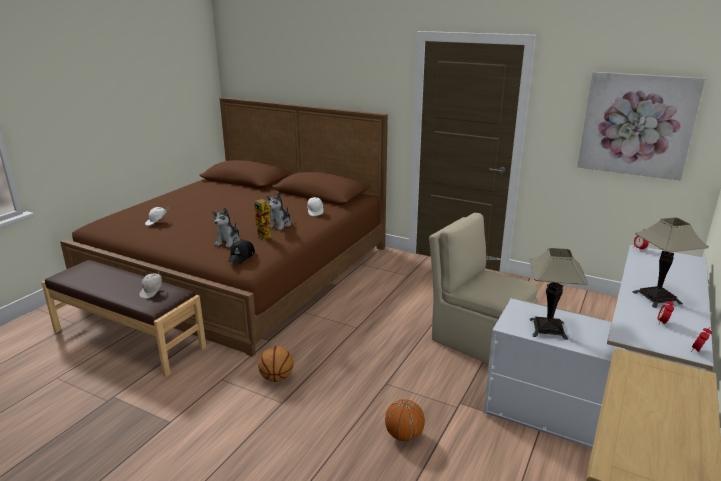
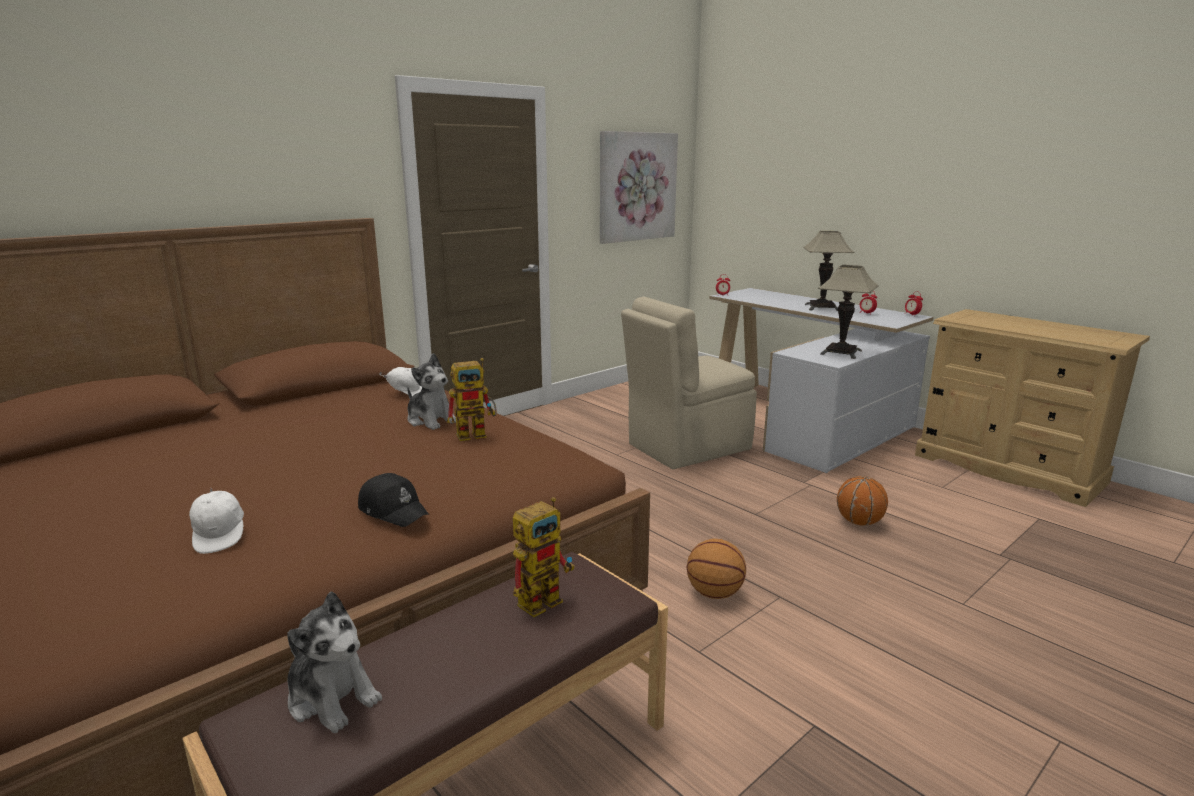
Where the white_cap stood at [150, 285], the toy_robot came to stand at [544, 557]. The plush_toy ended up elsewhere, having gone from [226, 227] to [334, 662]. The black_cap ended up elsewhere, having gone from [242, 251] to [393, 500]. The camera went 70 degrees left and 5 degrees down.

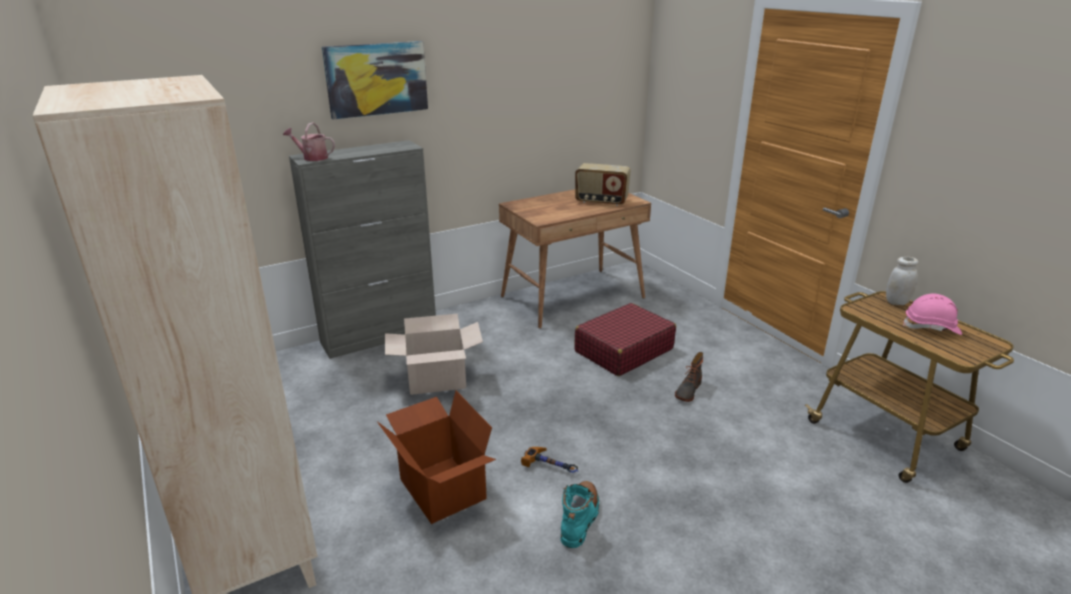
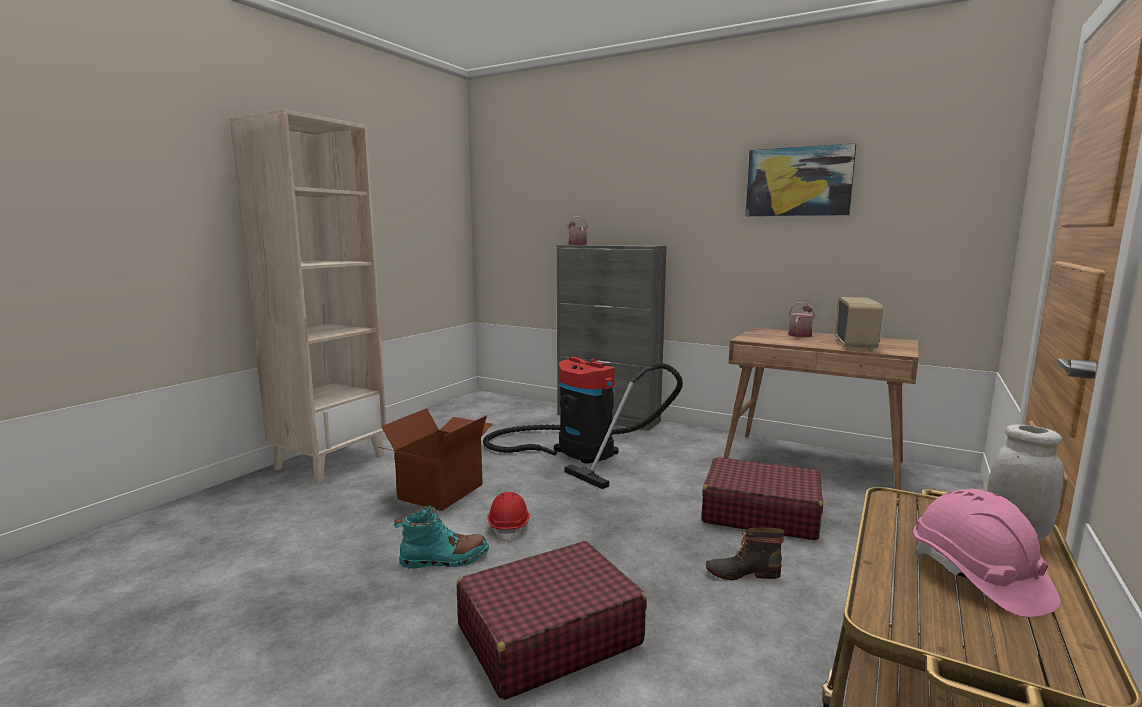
The picture ended up elsewhere, having gone from [375, 80] to [801, 179]. Where the cardboard_box stood at [434, 354], the vacuum_cleaner came to stand at [583, 423]. Where the hammer stood at [550, 460], the red_hard_hat came to stand at [509, 516]. The radio at [603, 184] ended up facing another way, 150 degrees counterclockwise from before. The second view gained the red_suitcase at [552, 620]. The second view gained the watering_can at [801, 319]. The camera went 60 degrees right and 15 degrees down.

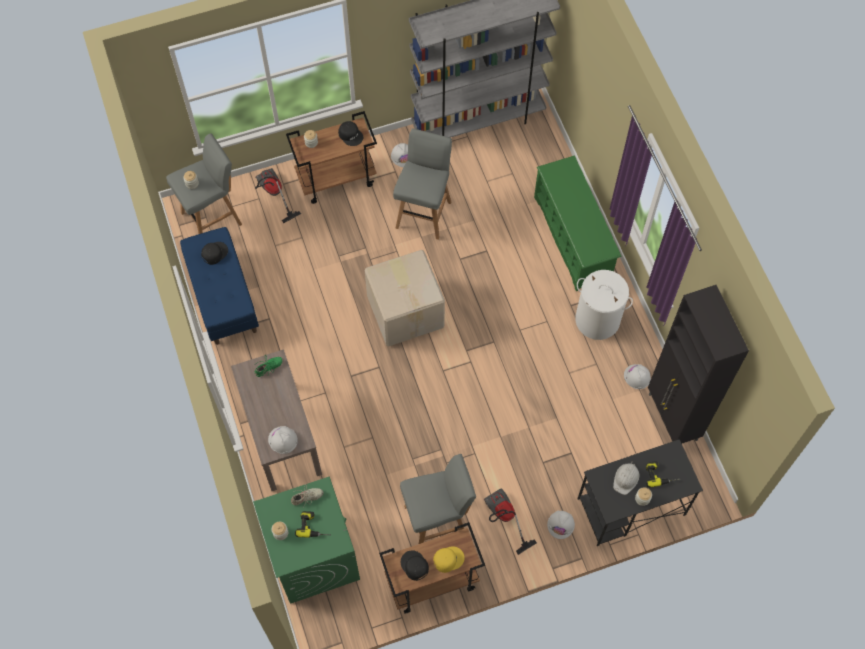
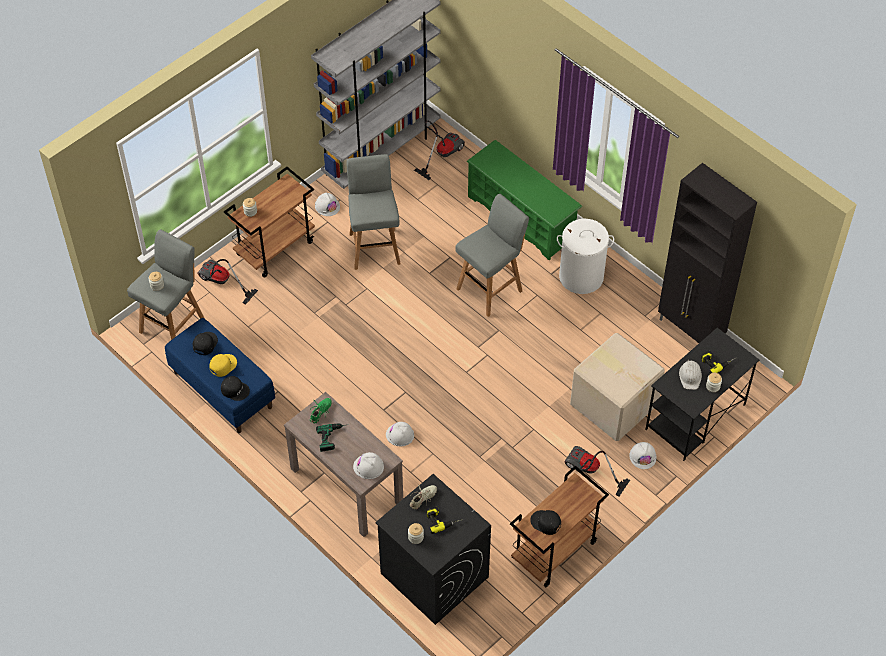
What was the green_washing_machine at [306, 540] turned into the black_washing_machine at [433, 549]. The black_cap ended up elsewhere, having gone from [350, 133] to [235, 388]. The cardboard_box ended up elsewhere, having gone from [405, 298] to [617, 387]. The grey_stool ended up elsewhere, having gone from [438, 499] to [492, 255]. The yellow_cap ended up elsewhere, having gone from [449, 559] to [223, 365]. The white_hard_hat ended up elsewhere, having gone from [637, 376] to [400, 434]. The second view gained the power_drill at [330, 437]. The second view gained the vacuum_cleaner at [439, 150]. The camera went 25 degrees left and 10 degrees down.

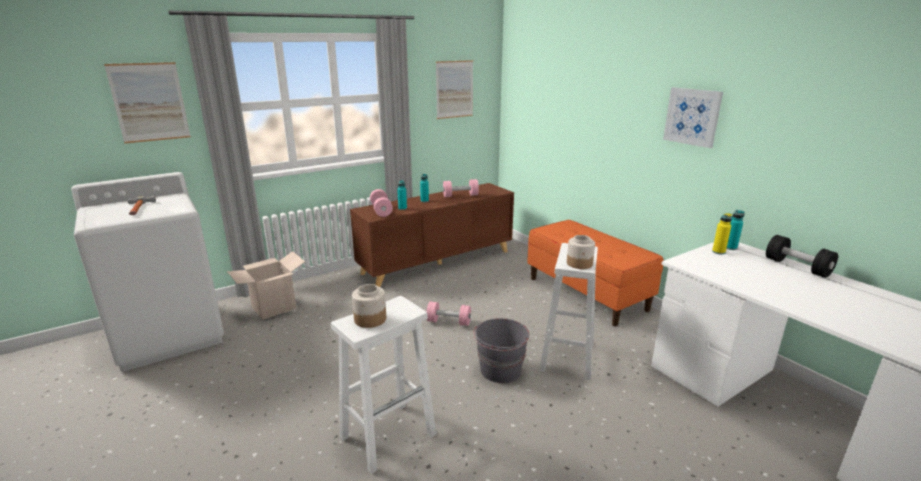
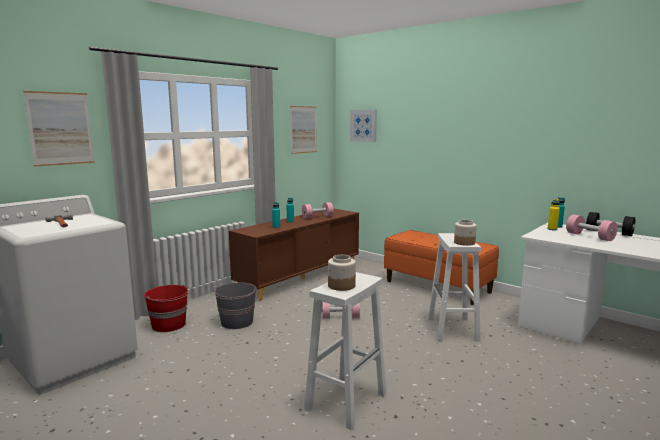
Where the cardboard_box stood at [266, 285], the red_bucket came to stand at [167, 308]. The pink_dumbbell ended up elsewhere, having gone from [381, 203] to [592, 227]. The grey_bucket ended up elsewhere, having gone from [501, 350] to [234, 305]. The picture ended up elsewhere, having gone from [693, 117] to [363, 126]. The camera went 15 degrees left and 10 degrees down.

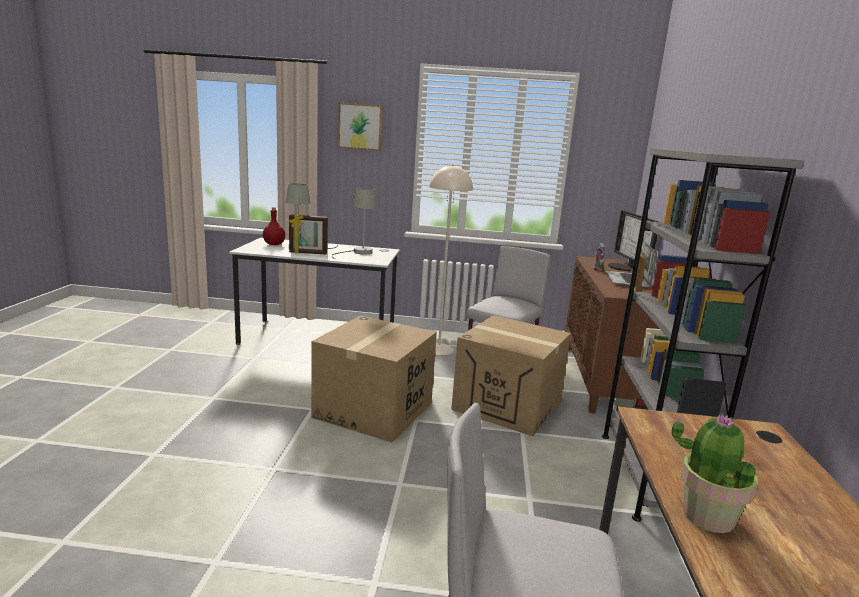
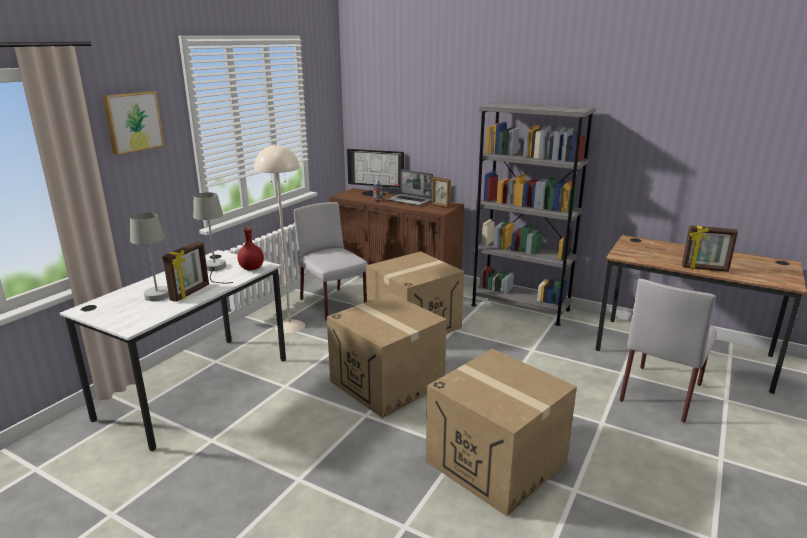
The red_bottle ended up elsewhere, having gone from [274, 226] to [250, 248]. Where the potted_plant stood at [714, 473], the picture_frame came to stand at [710, 249]. The second view gained the cardboard_box at [501, 432]. The camera went 65 degrees left and 5 degrees up.

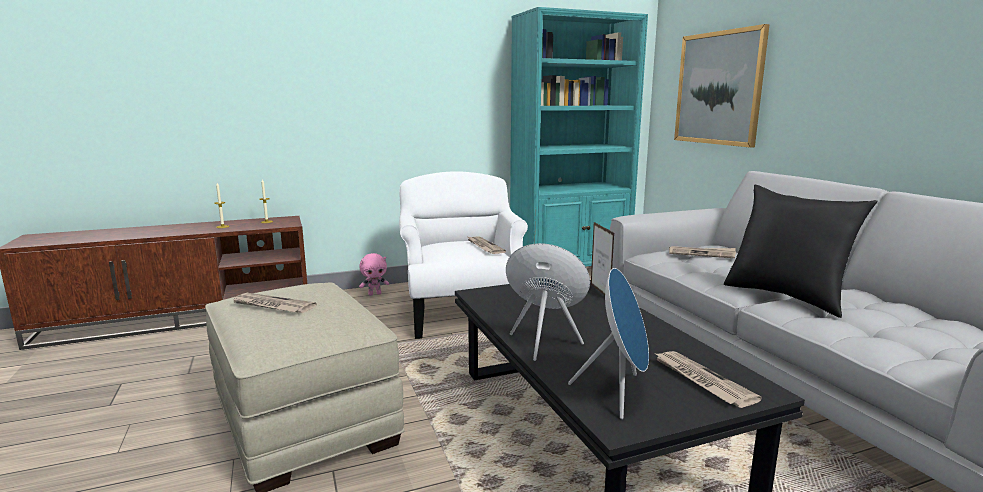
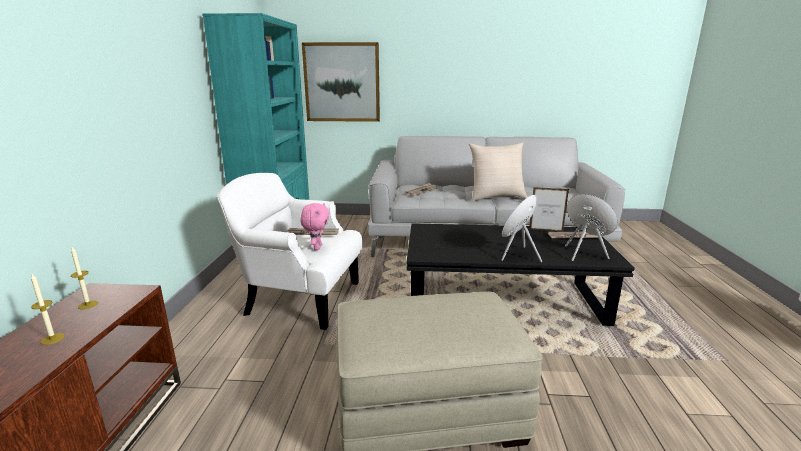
The second view lost the newspaper at [274, 303]. The pink_plush_toy ended up elsewhere, having gone from [374, 274] to [315, 226]. The picture_frame ended up elsewhere, having gone from [602, 259] to [549, 209]. What was the black_pillow at [800, 251] turned into the beige_pillow at [498, 171]. The camera went 65 degrees left and 5 degrees up.

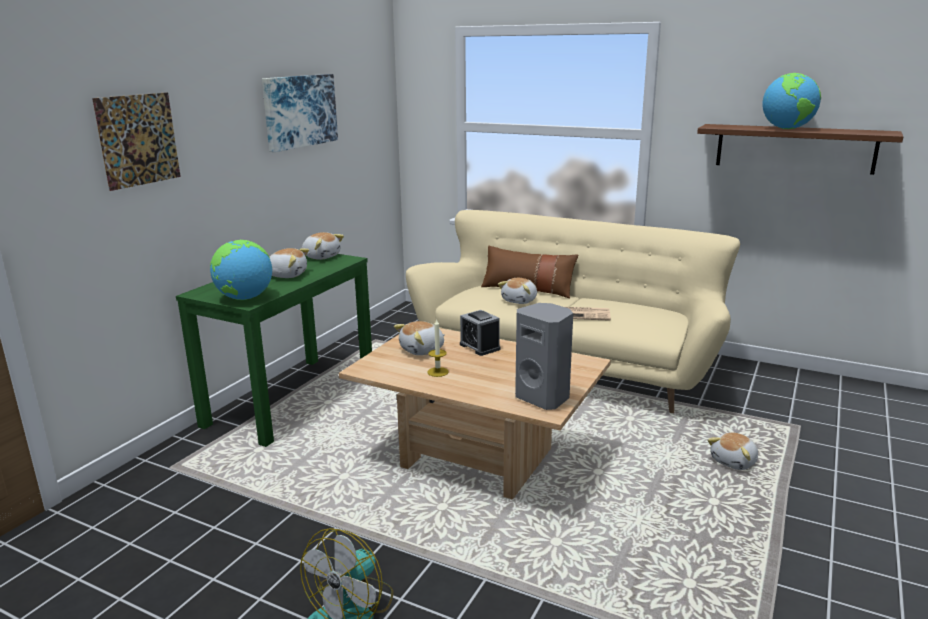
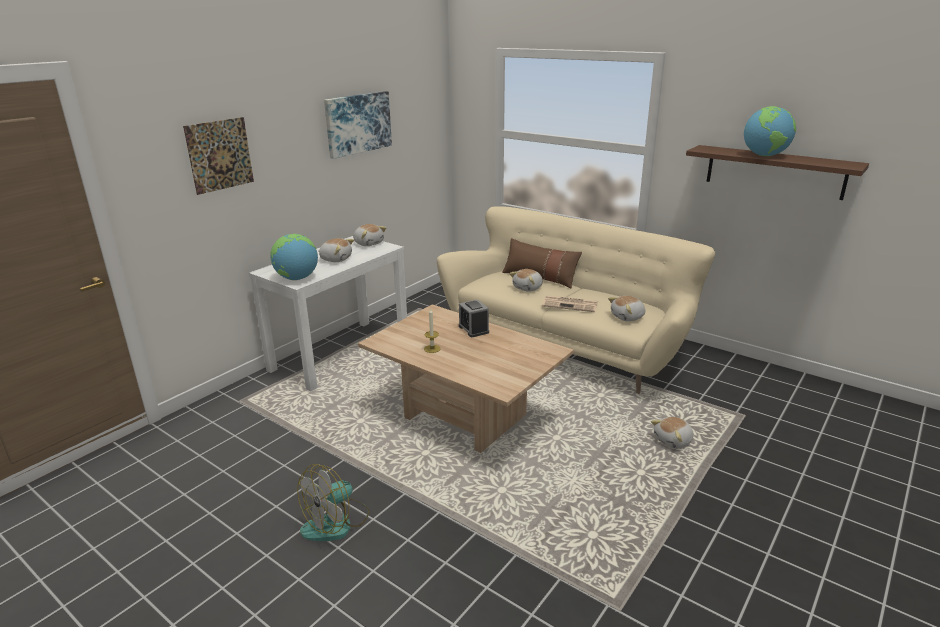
What was the green_console_table at [274, 350] turned into the white_console_table at [328, 314]. The plush_toy ended up elsewhere, having gone from [419, 338] to [626, 309]. The second view lost the grey_speaker at [544, 356]. The camera went 10 degrees right and 5 degrees up.

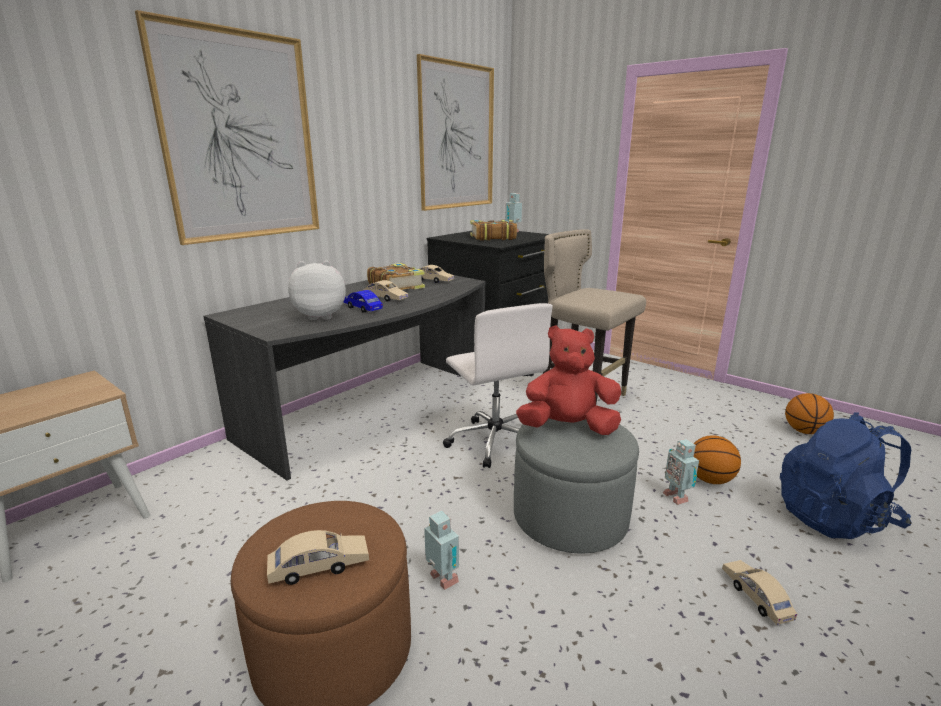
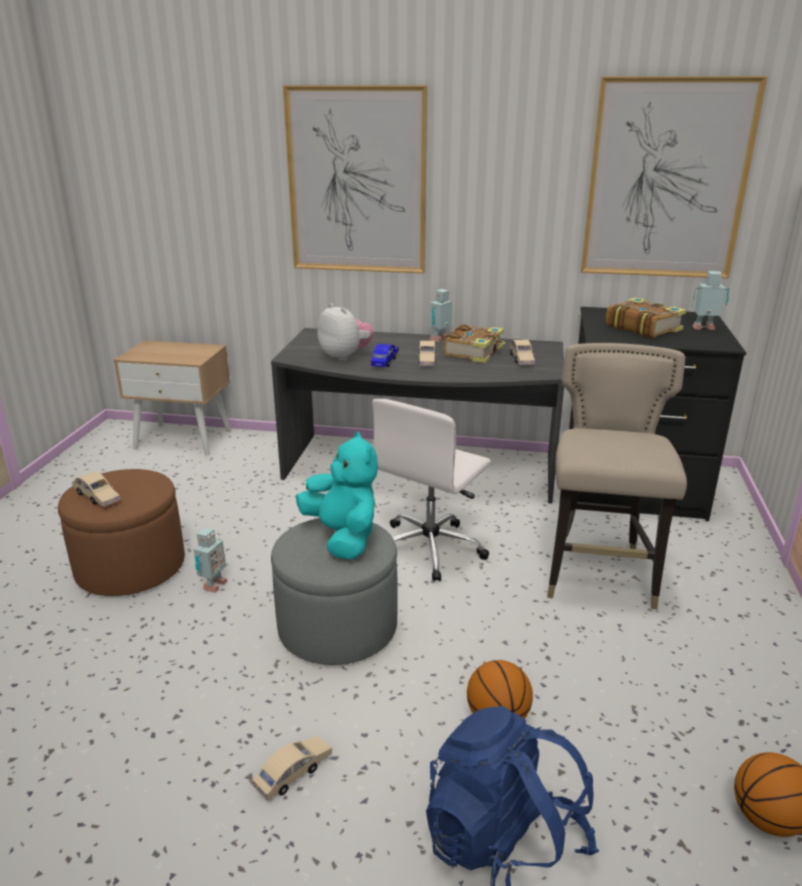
What was the red_plush_toy at [568, 380] turned into the turquoise_plush_toy at [337, 495]. The toy_robot ended up elsewhere, having gone from [681, 472] to [441, 315]. The camera went 60 degrees right and 5 degrees up.

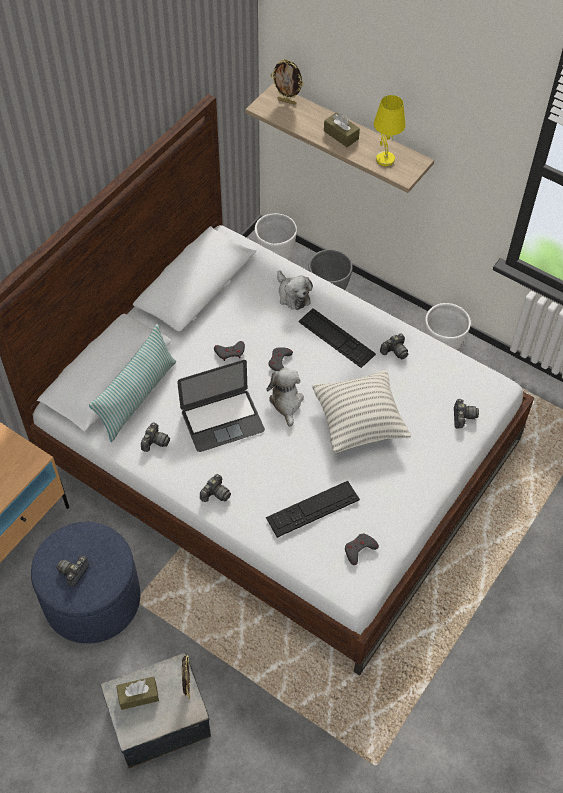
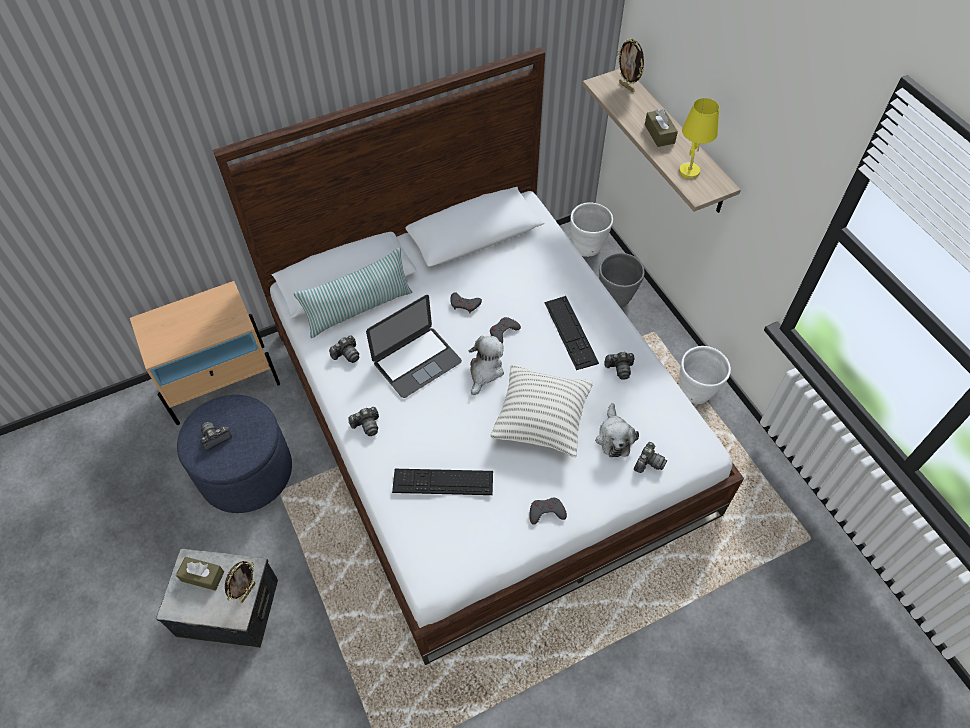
The laptop at [221, 406] ended up facing another way, 45 degrees counterclockwise from before. The plush_toy ended up elsewhere, having gone from [295, 290] to [617, 430]. The grey_game_controller ended up elsewhere, having gone from [362, 549] to [548, 511]. The camera went 30 degrees right and 0 degrees up.

